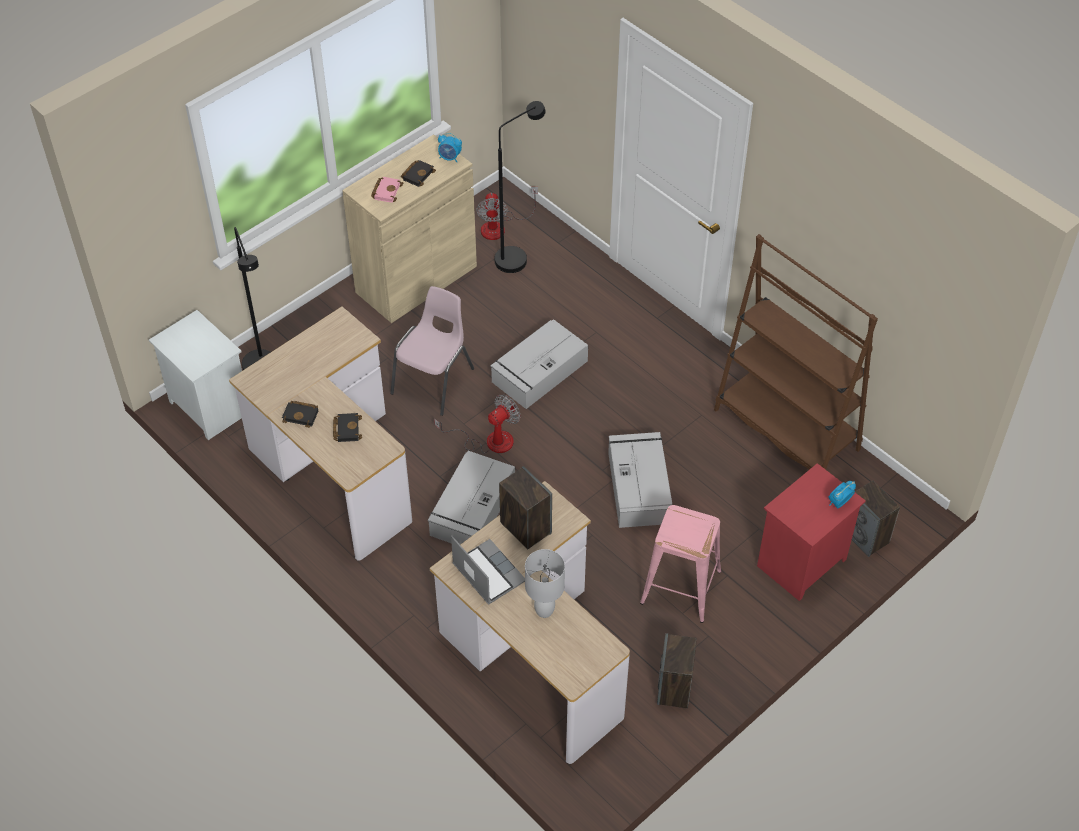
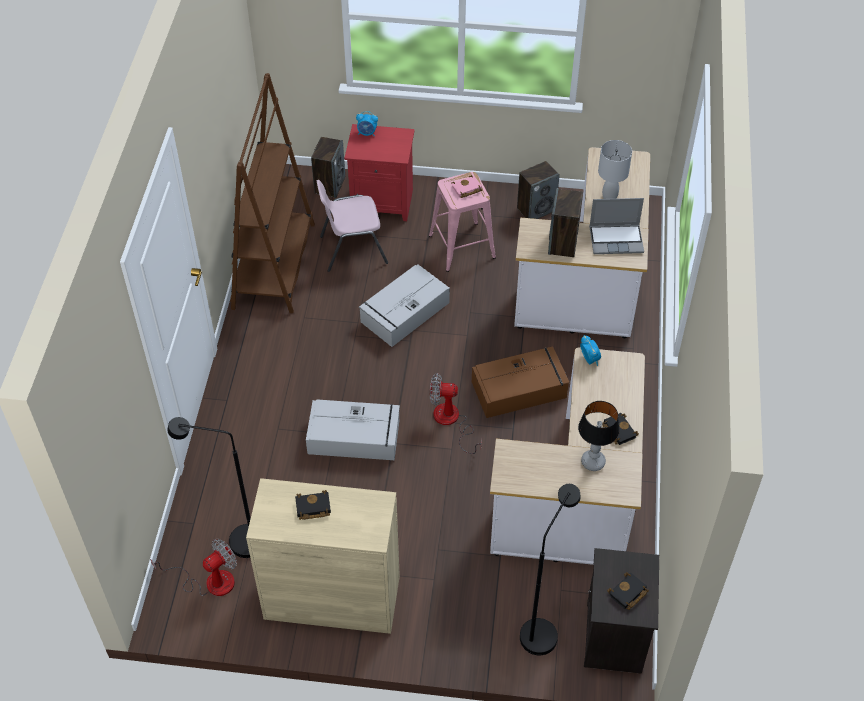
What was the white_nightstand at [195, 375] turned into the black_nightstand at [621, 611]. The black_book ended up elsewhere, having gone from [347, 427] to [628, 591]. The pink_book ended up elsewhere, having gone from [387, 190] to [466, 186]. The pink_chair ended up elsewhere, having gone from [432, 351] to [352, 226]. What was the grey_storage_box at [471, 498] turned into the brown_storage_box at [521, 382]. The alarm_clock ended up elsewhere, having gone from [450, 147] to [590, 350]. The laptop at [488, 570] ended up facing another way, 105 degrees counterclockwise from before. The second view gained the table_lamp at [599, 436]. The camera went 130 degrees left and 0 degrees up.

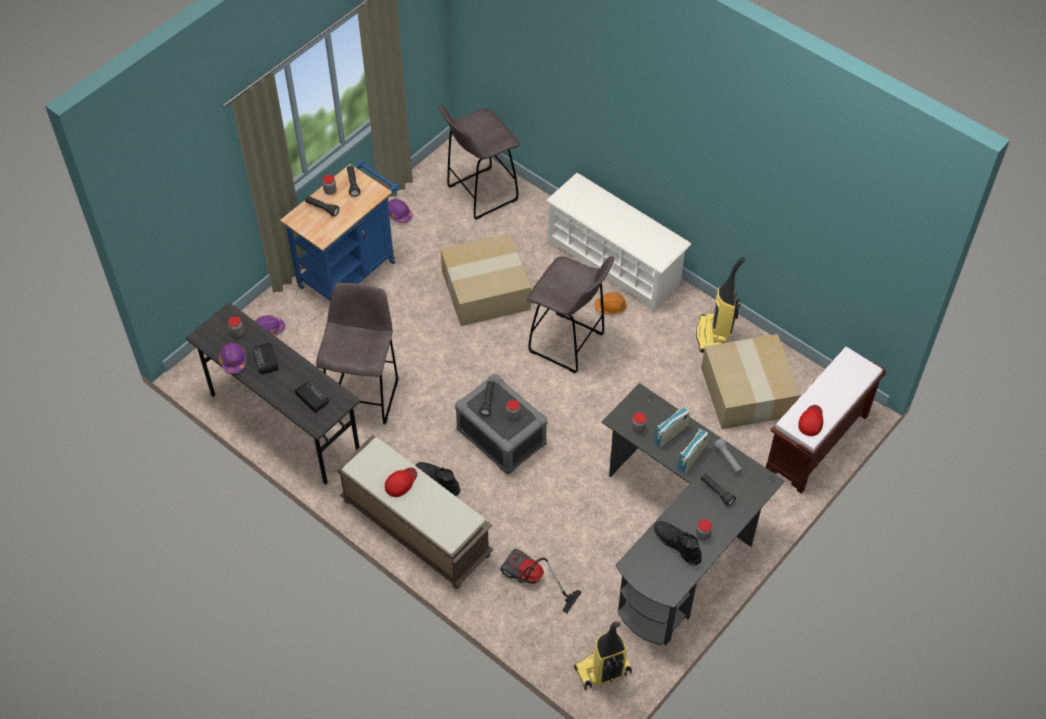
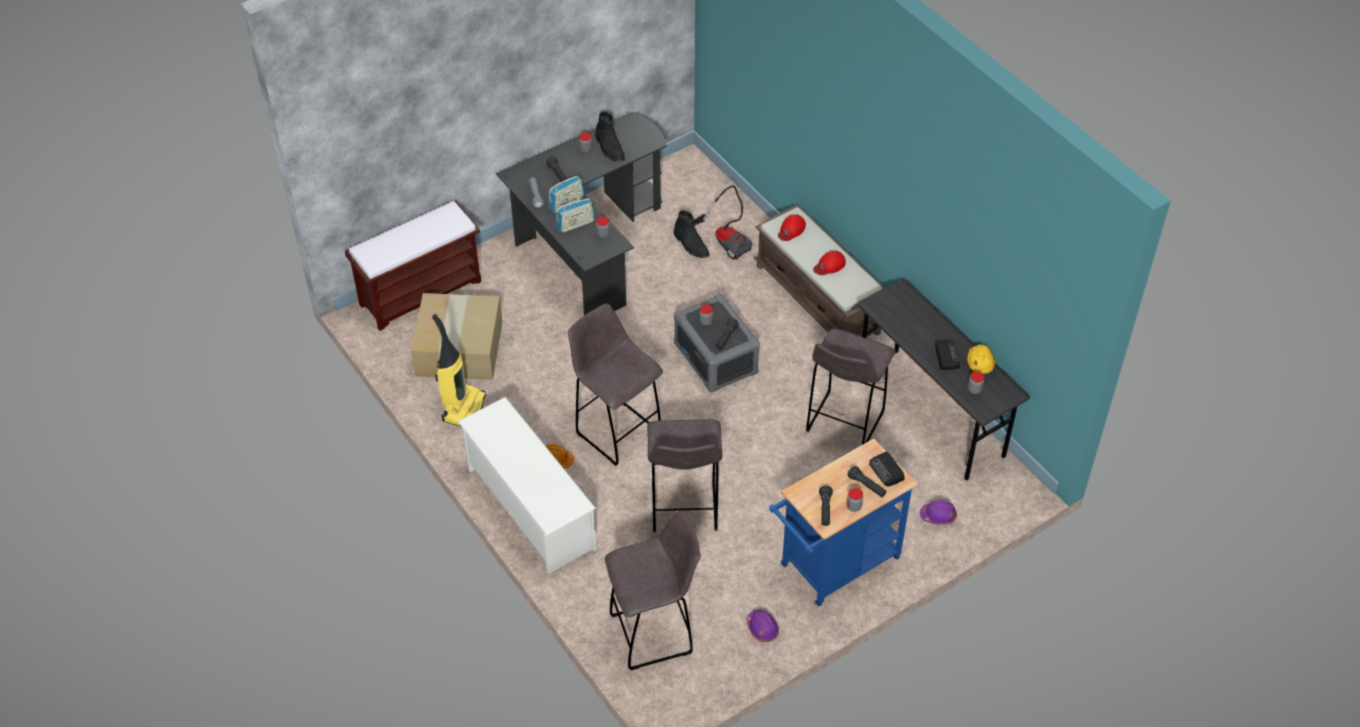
What was the purple_hard_hat at [232, 358] turned into the yellow_hard_hat at [981, 359]. The radio ended up elsewhere, having gone from [312, 397] to [887, 468]. The black_boot ended up elsewhere, having gone from [437, 479] to [691, 234]. Where the cardboard_box stood at [486, 279], the grey_stool came to stand at [685, 475]. The second view lost the vacuum_cleaner at [603, 655]. The red_cap ended up elsewhere, having gone from [810, 420] to [792, 227]. The camera went 165 degrees left and 5 degrees down.

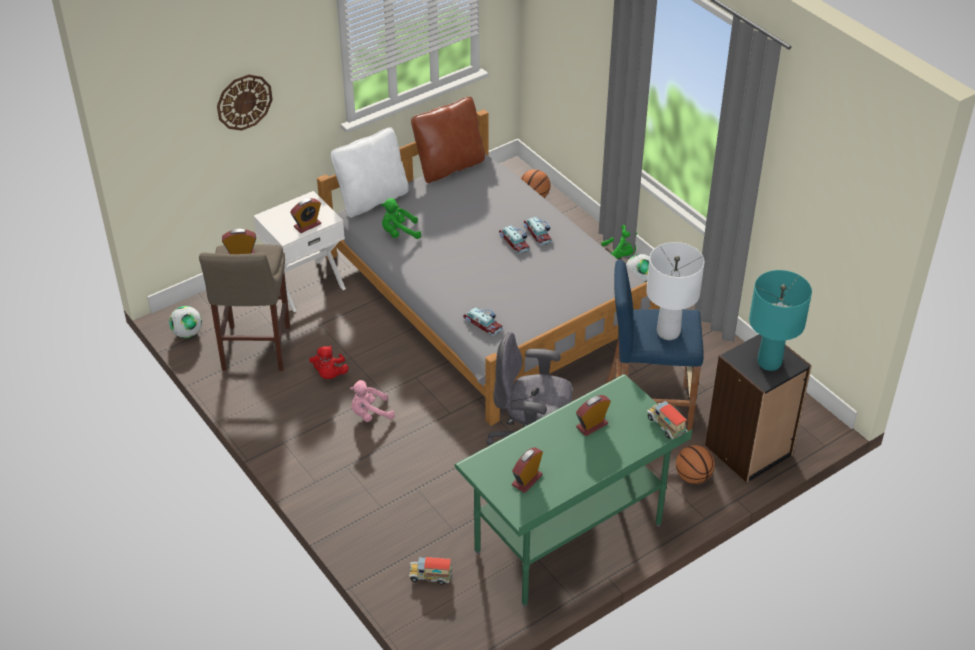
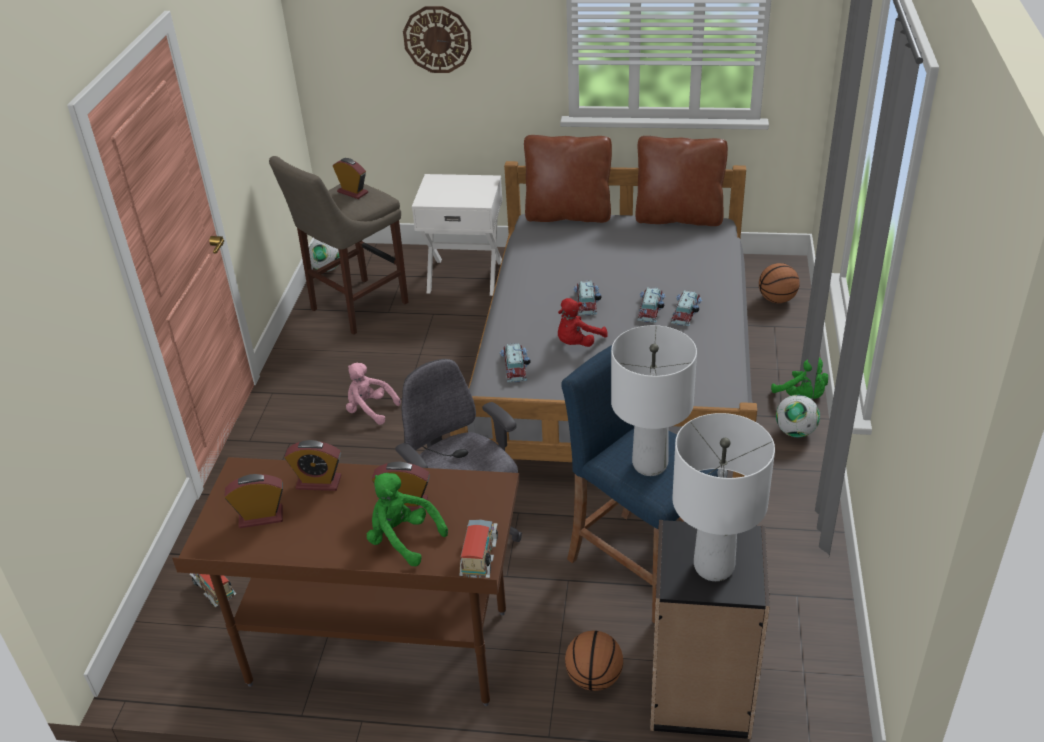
The alarm_clock ended up elsewhere, having gone from [305, 215] to [312, 465]. The red_plush_toy ended up elsewhere, having gone from [329, 362] to [583, 322]. What was the white_pillow at [370, 172] turned into the brown_pillow at [568, 179]. The green_plush_toy ended up elsewhere, having gone from [401, 218] to [407, 519]. What was the green_desk at [573, 490] turned into the brown_desk at [345, 581]. What was the turquoise_table_lamp at [780, 320] turned into the white_table_lamp at [723, 497]. The second view gained the toy_car at [587, 298]. The camera went 45 degrees right and 5 degrees down.

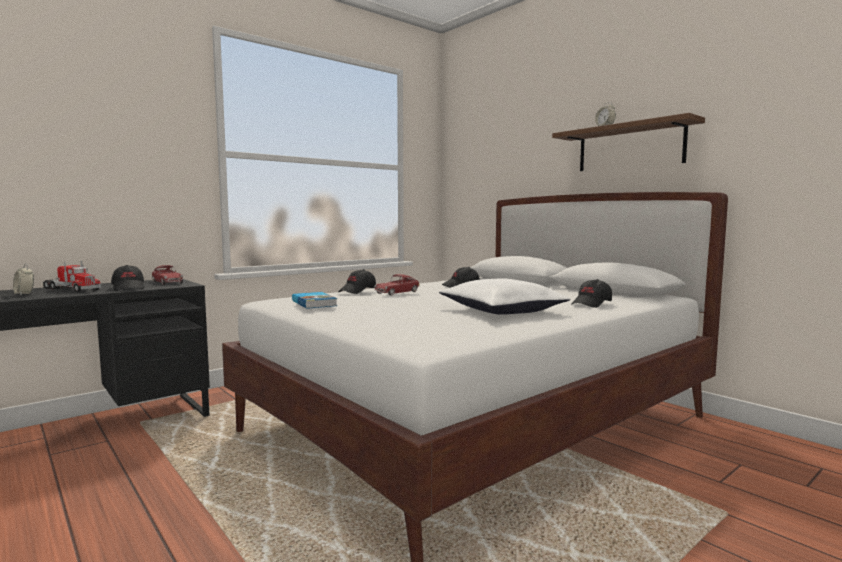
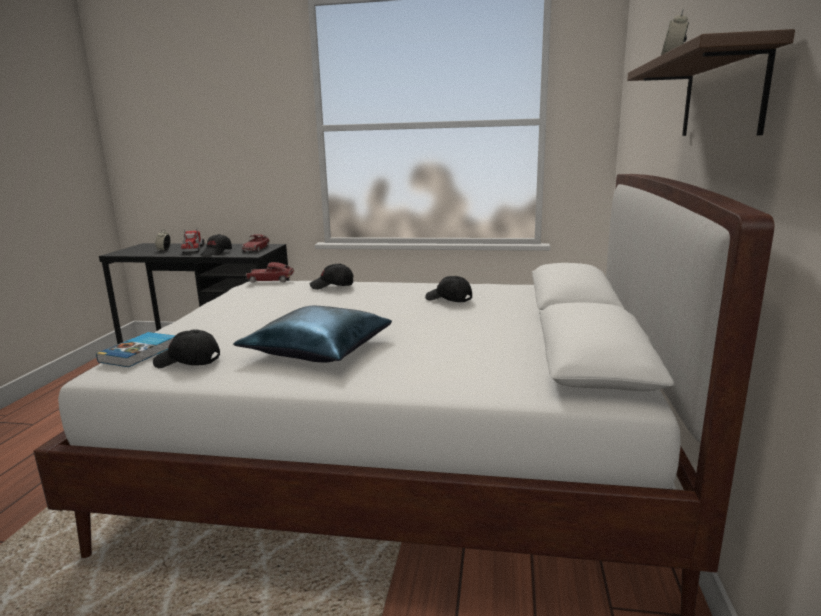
The book ended up elsewhere, having gone from [314, 300] to [135, 349]. The toy_car ended up elsewhere, having gone from [397, 284] to [270, 272]. What was the white_pillow at [505, 297] turned into the blue_pillow at [312, 334]. The black_cap ended up elsewhere, having gone from [592, 293] to [186, 348]. The camera went 50 degrees right and 10 degrees up.

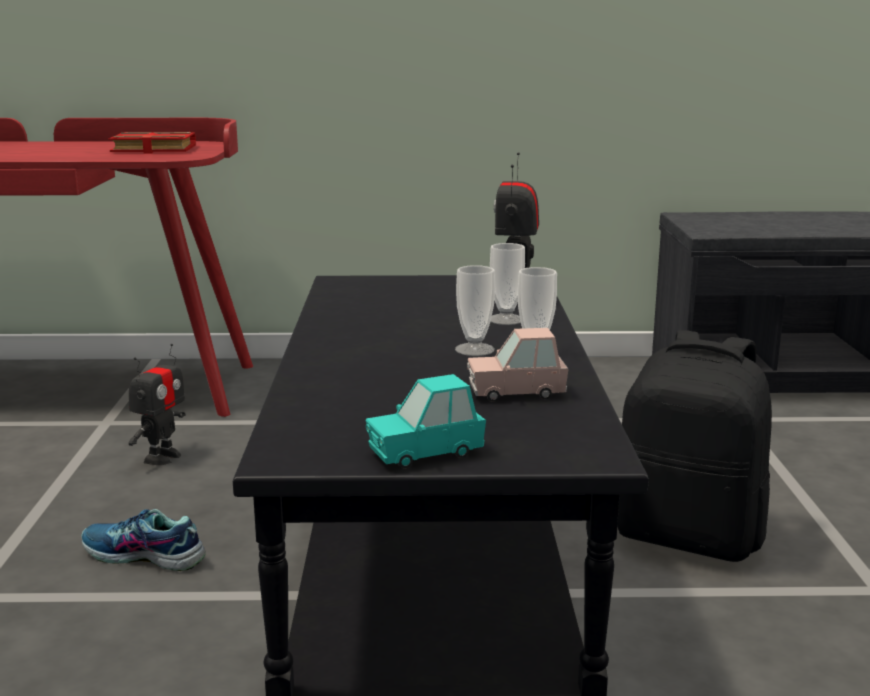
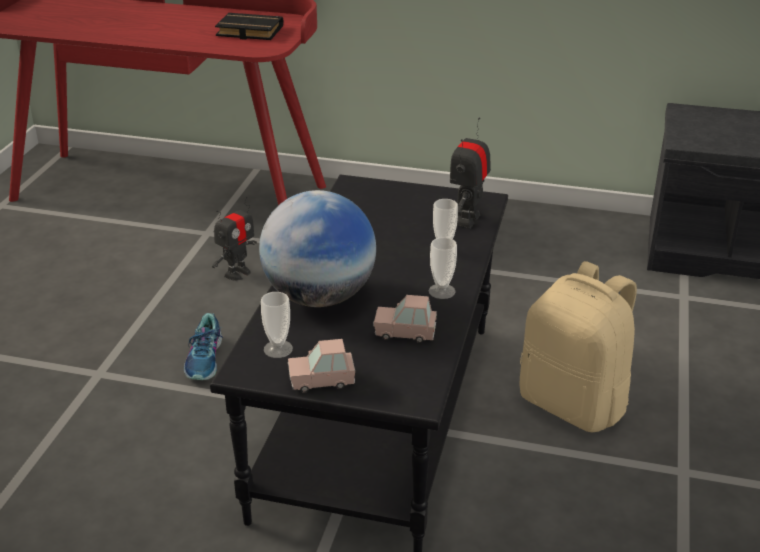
The shoe at [143, 540] ended up facing another way, 120 degrees counterclockwise from before. What was the red_book at [152, 143] turned into the black_book at [249, 26]. What was the turquoise_toy_car at [426, 421] turned into the pink_toy_car at [321, 366]. The cup ended up elsewhere, having gone from [475, 310] to [277, 325]. What was the black_backpack at [694, 446] turned into the beige_backpack at [578, 346]. The second view gained the globe at [317, 248]. The camera went 15 degrees right and 15 degrees up.

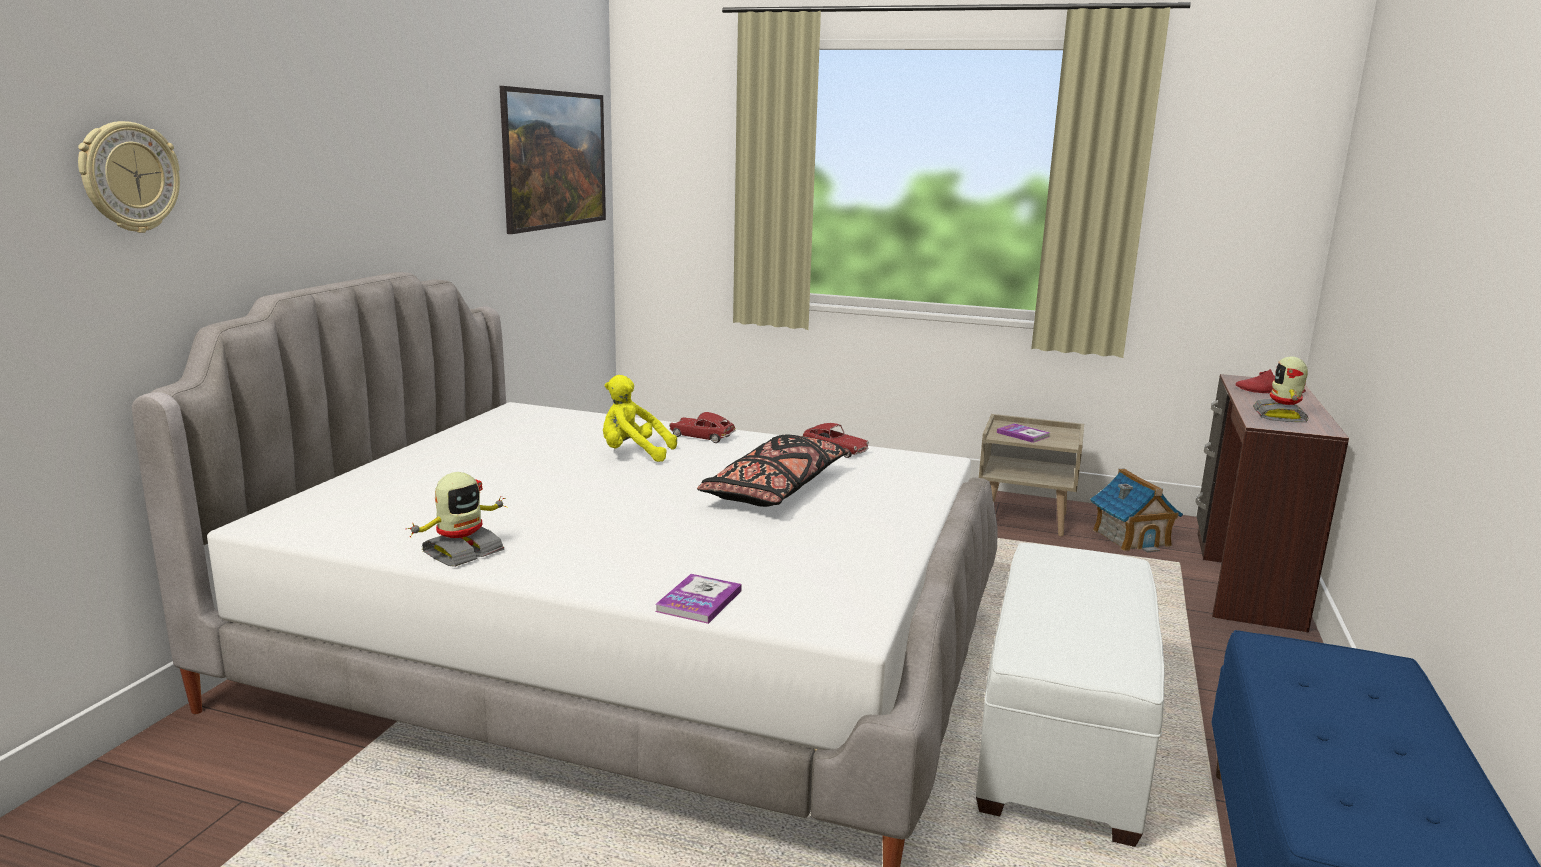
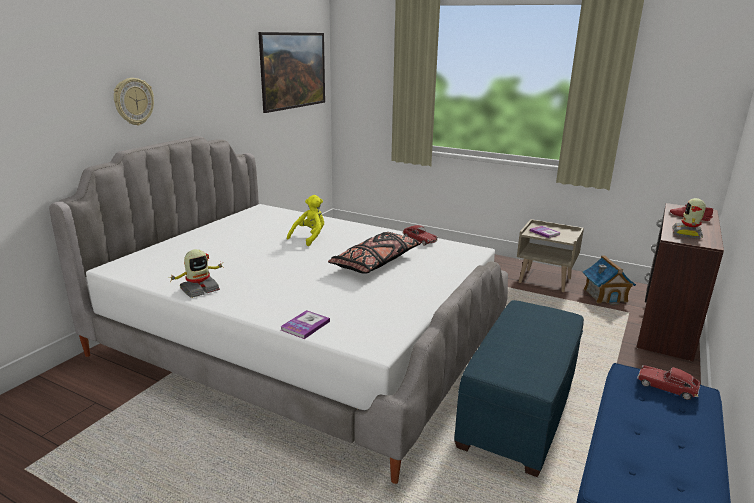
The wall_clock ended up elsewhere, having gone from [129, 177] to [134, 102]. The yellow_plush_toy at [640, 418] ended up facing another way, 105 degrees clockwise from before. The toy_car ended up elsewhere, having gone from [702, 427] to [668, 382]. What was the white_ottoman at [1070, 695] turned into the blue_ottoman at [519, 388]. The camera went 10 degrees right and 5 degrees up.

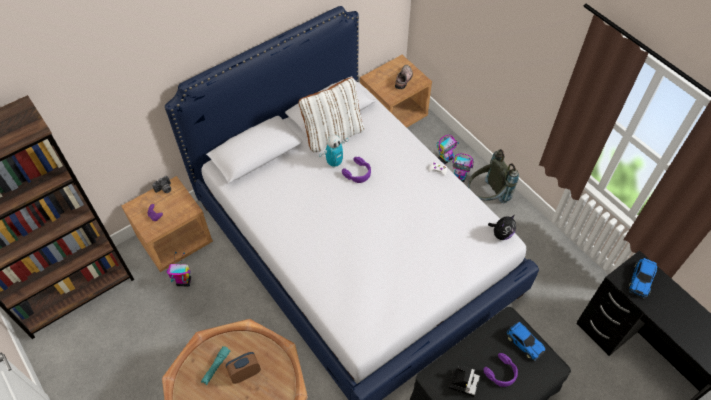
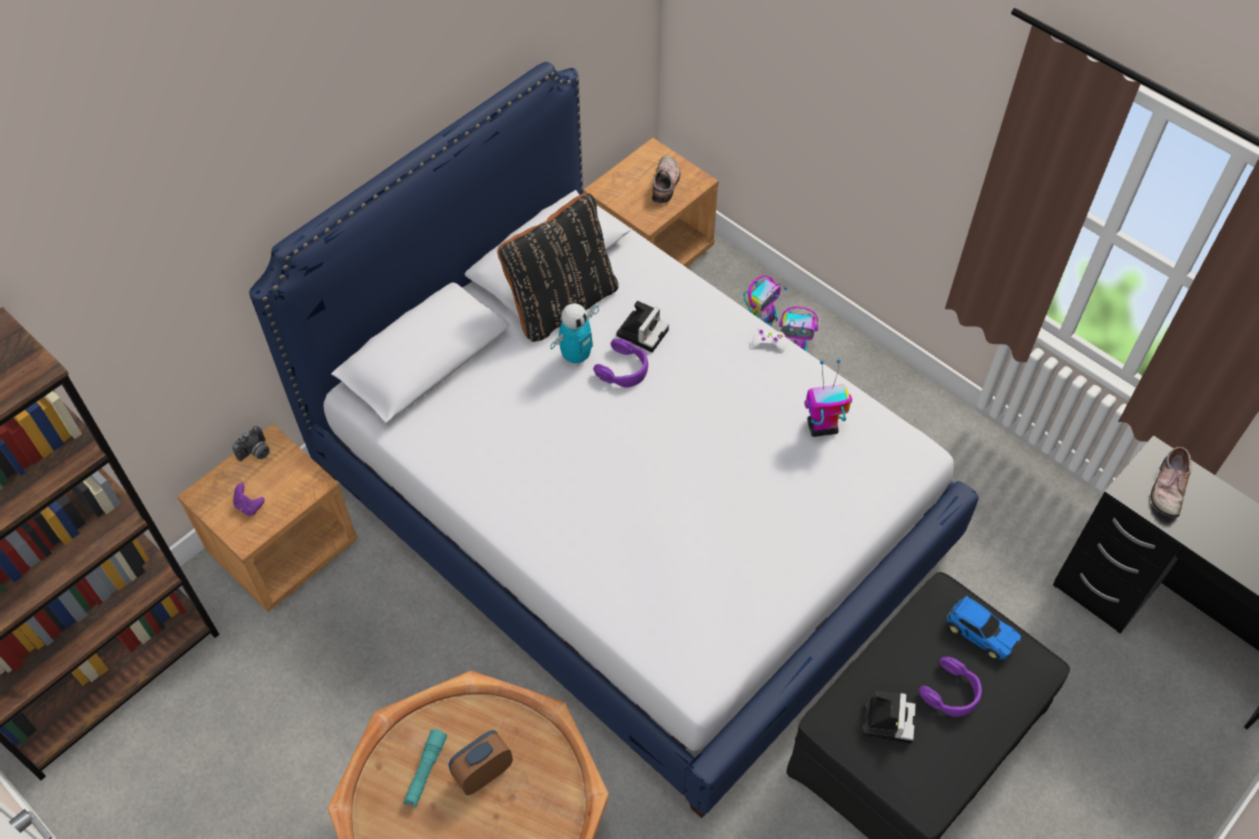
The toy_robot ended up elsewhere, having gone from [179, 269] to [828, 398]. What was the white_pillow at [331, 114] turned into the black_pillow at [558, 267]. The second view lost the grey_backpack at [493, 176]. The second view lost the plush_toy at [502, 227]. Where the toy_car stood at [642, 278], the shoe came to stand at [1170, 482]. The second view gained the photo_camera at [643, 326]. The camera went 10 degrees left and 0 degrees up.

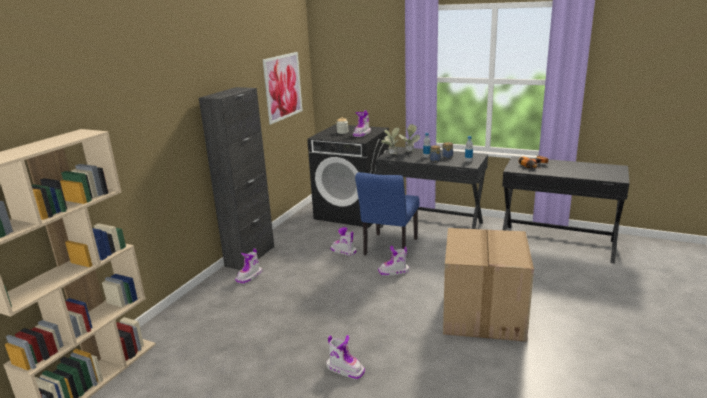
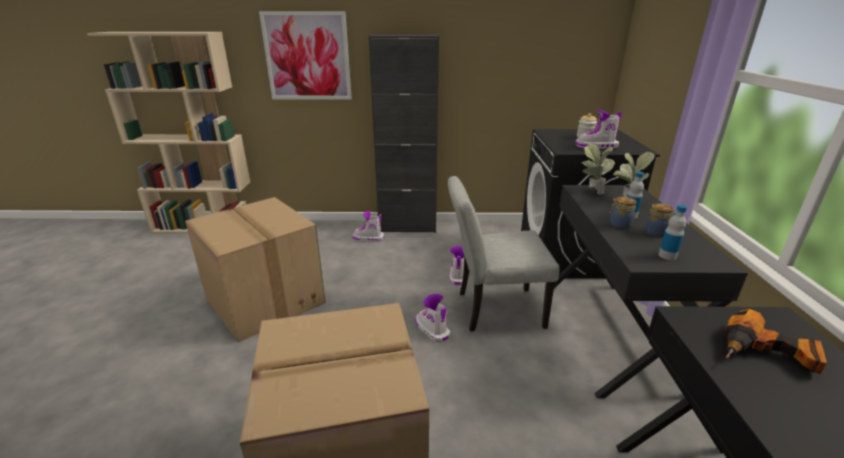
The picture ended up elsewhere, having gone from [282, 88] to [305, 55]. The second view lost the boot at [345, 357]. What was the blue_chair at [387, 213] turned into the grey_chair at [504, 253]. The second view gained the cardboard_box at [255, 269]. The camera went 65 degrees right and 5 degrees up.

